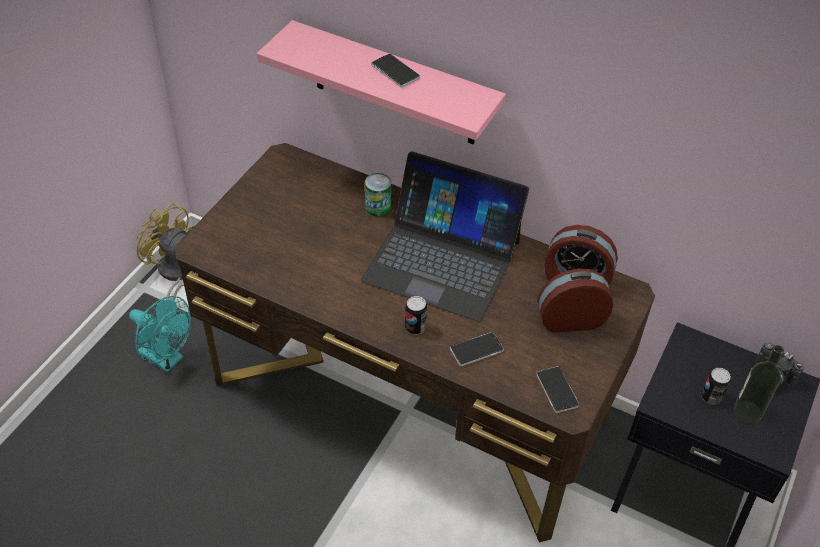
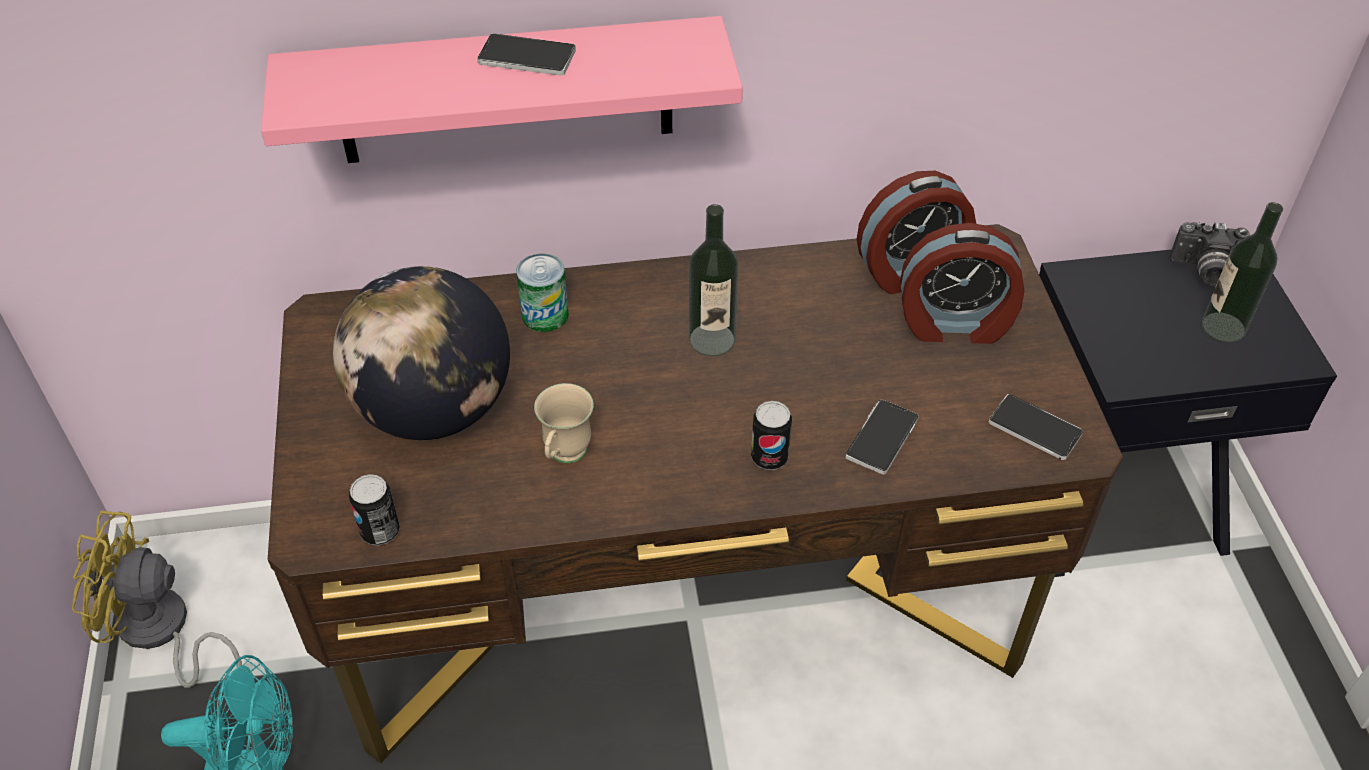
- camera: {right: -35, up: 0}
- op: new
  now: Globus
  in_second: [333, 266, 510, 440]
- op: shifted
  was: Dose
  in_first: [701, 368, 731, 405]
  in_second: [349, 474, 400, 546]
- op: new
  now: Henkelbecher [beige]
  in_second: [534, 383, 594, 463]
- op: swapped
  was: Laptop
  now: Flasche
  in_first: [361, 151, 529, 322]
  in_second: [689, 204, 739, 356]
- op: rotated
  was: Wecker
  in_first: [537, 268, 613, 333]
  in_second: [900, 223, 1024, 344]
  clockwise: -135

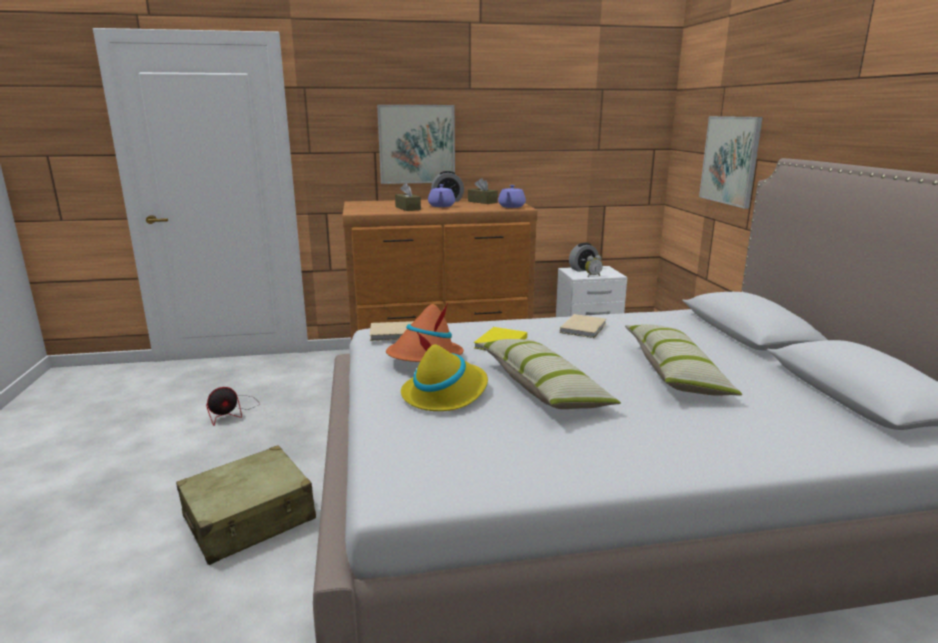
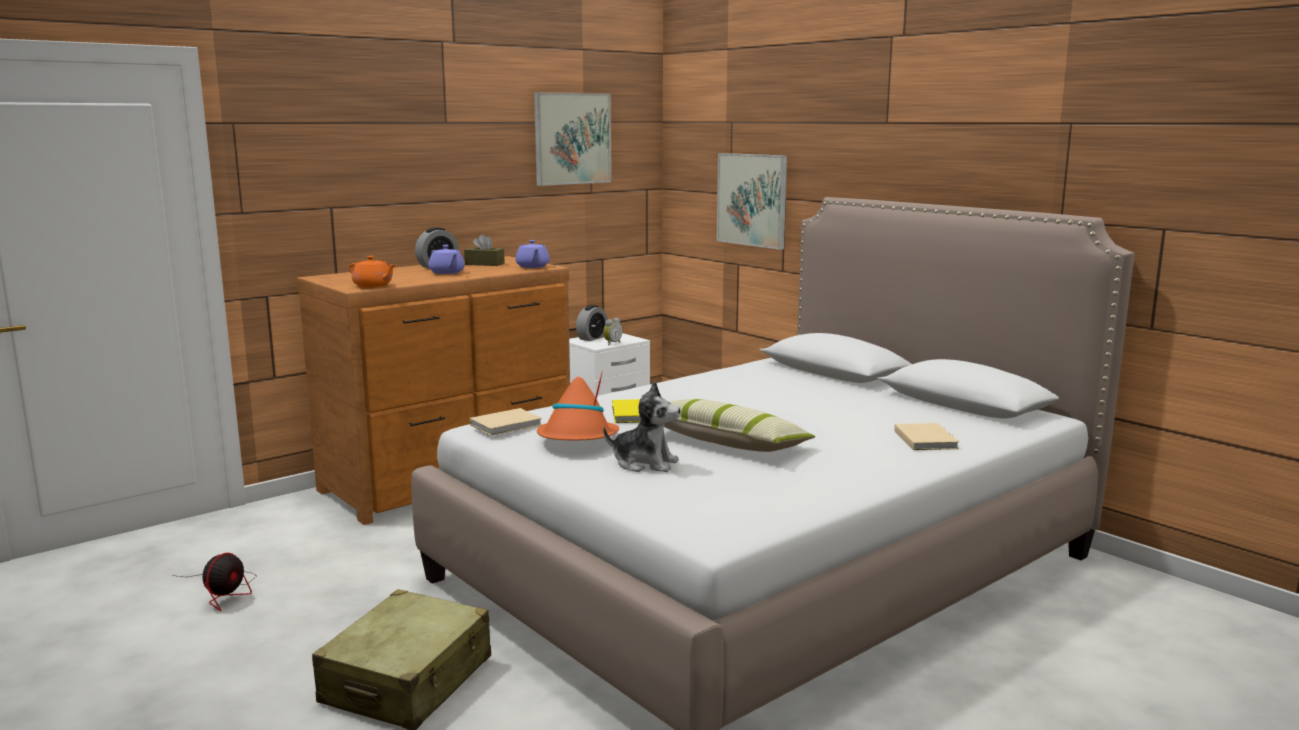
- camera: {right: -30, up: -5}
- op: new
  now: Teekanne [orange]
  in_second: [349, 256, 396, 288]
- op: shifted
  was: Bild
  in_first: [377, 105, 455, 184]
  in_second: [534, 92, 611, 186]
- op: swapped
  was: Hut [gelb]
  now: Plüschtier
  in_first: [401, 332, 488, 411]
  in_second: [603, 381, 681, 472]
- op: shifted
  was: Buch [beige]
  in_first: [560, 314, 607, 338]
  in_second: [894, 423, 959, 450]
- op: gone
  was: Taschentuchbox [braun]
  in_first: [395, 183, 421, 211]
- op: gone
  was: Kissen
  in_first: [625, 325, 742, 396]

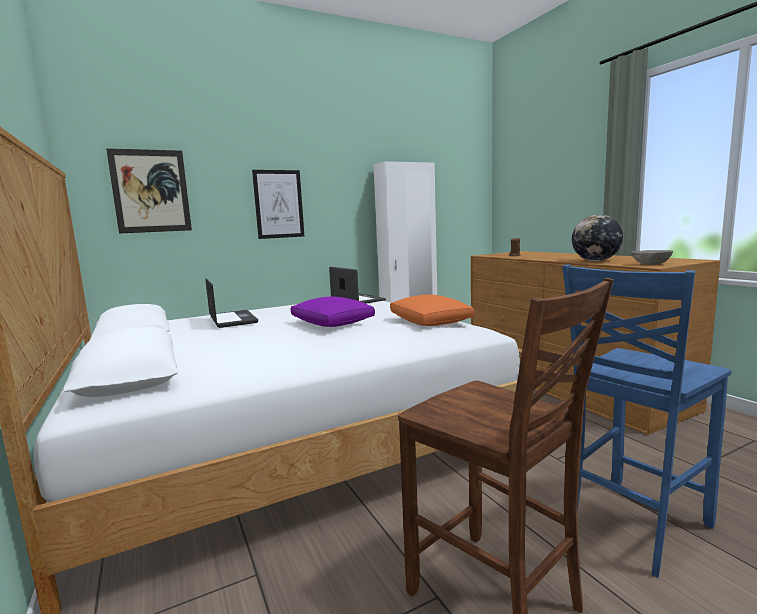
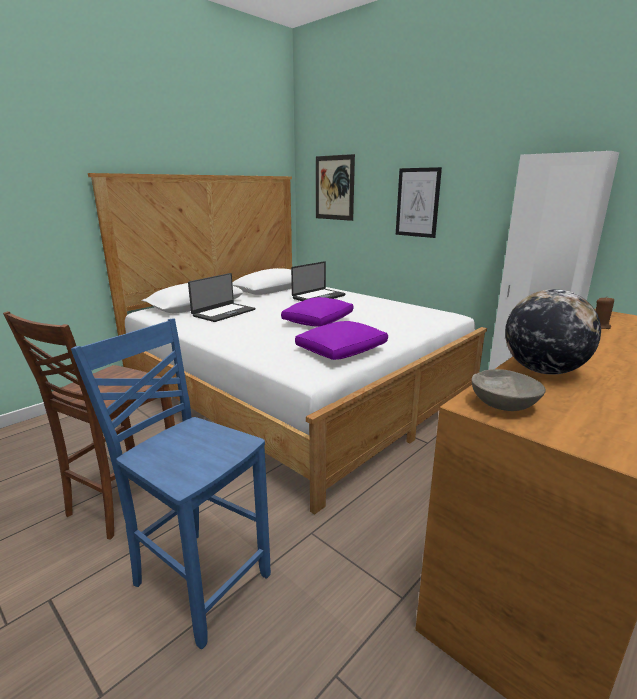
- camera: {right: 70, up: 10}
- op: shifted
  was: Laptop
  in_first: [329, 267, 386, 304]
  in_second: [188, 273, 255, 322]
- op: repainted
  was: Kissen [orange]
  now: Kissen [lila]
  in_first: [390, 295, 475, 326]
  in_second: [295, 321, 388, 360]

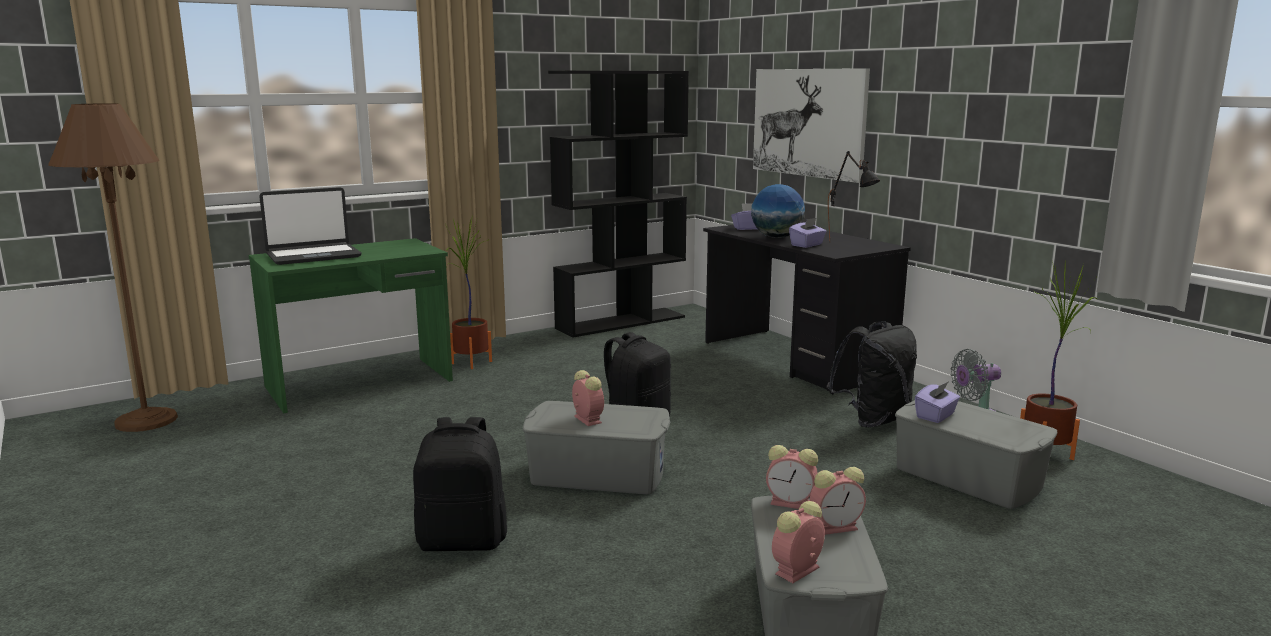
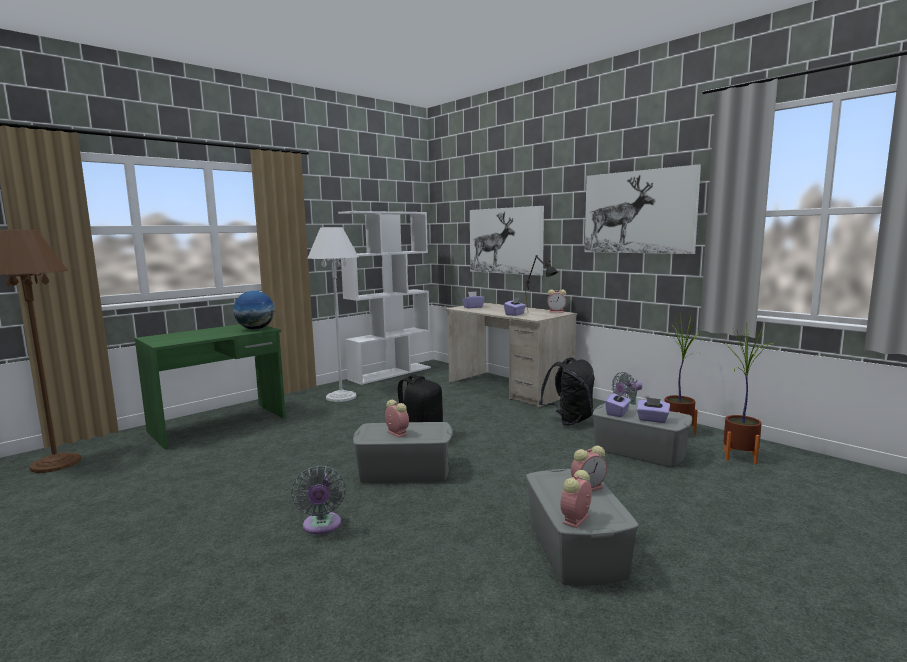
- camera: {right: -10, up: -5}
- op: shifted
  was: Globus
  in_first: [751, 184, 805, 238]
  in_second: [233, 291, 275, 330]
- op: swapped
  was: Rucksack [schwarz]
  now: Ventilator [grau]
  in_first: [413, 417, 507, 551]
  in_second: [291, 466, 346, 534]
- op: new
  now: Stehlampe [weiß]
  in_second: [307, 227, 359, 402]
- op: repainted
  was: Bücherregal [schwarz]
  now: Bücherregal [weiß]
  in_first: [548, 71, 689, 337]
  in_second: [338, 211, 431, 385]
- op: repainted
  was: Schreibtisch [schwarz]
  now: Schreibtisch [beige]
  in_first: [703, 225, 911, 395]
  in_second: [445, 303, 577, 408]
- op: shifted
  was: Wecker
  in_first: [766, 445, 818, 509]
  in_second: [547, 289, 566, 313]
- op: new
  now: Bild
  in_second: [585, 164, 701, 254]
- op: new
  now: Taschentuchbox [lila]
  in_second: [637, 397, 670, 423]
- op: shifted
  was: Topfpflanze
  in_first: [445, 219, 492, 369]
  in_second: [723, 324, 776, 465]
- op: gone
  was: Laptop
  in_first: [259, 187, 362, 265]

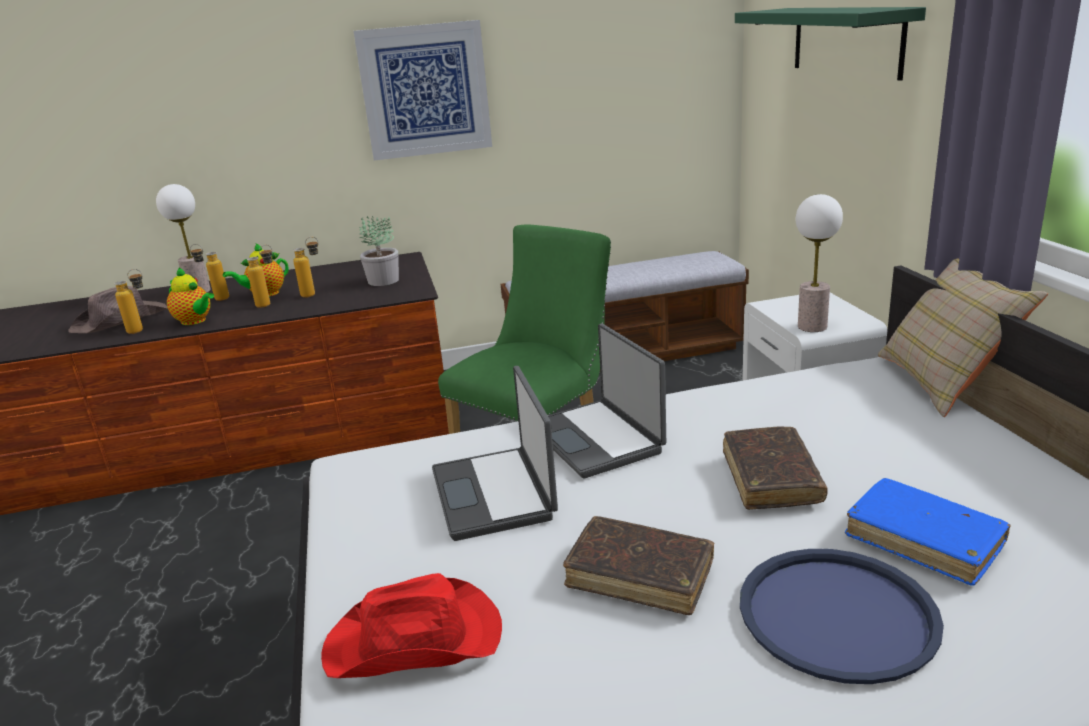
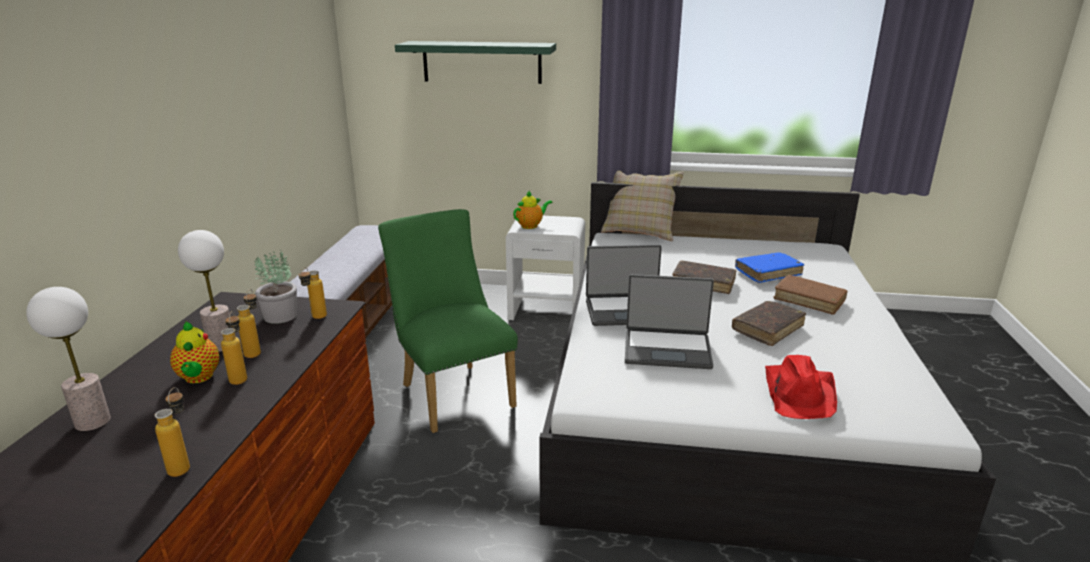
- camera: {right: -70, up: 0}
- op: shifted
  was: Tischlampe
  in_first: [796, 194, 843, 332]
  in_second: [178, 230, 230, 352]
- op: shifted
  was: Flasche
  in_first: [190, 244, 229, 301]
  in_second: [299, 267, 327, 319]
- op: shifted
  was: Teekanne
  in_first: [167, 267, 214, 325]
  in_second: [513, 191, 553, 229]
- op: swapped
  was: Tablett [blau]
  now: Buch [braun]
  in_first: [740, 549, 944, 684]
  in_second: [773, 275, 848, 315]
- op: gone
  was: Hut [braun]
  in_first: [68, 286, 168, 333]
- op: gone
  was: Bild
  in_first: [353, 20, 492, 161]

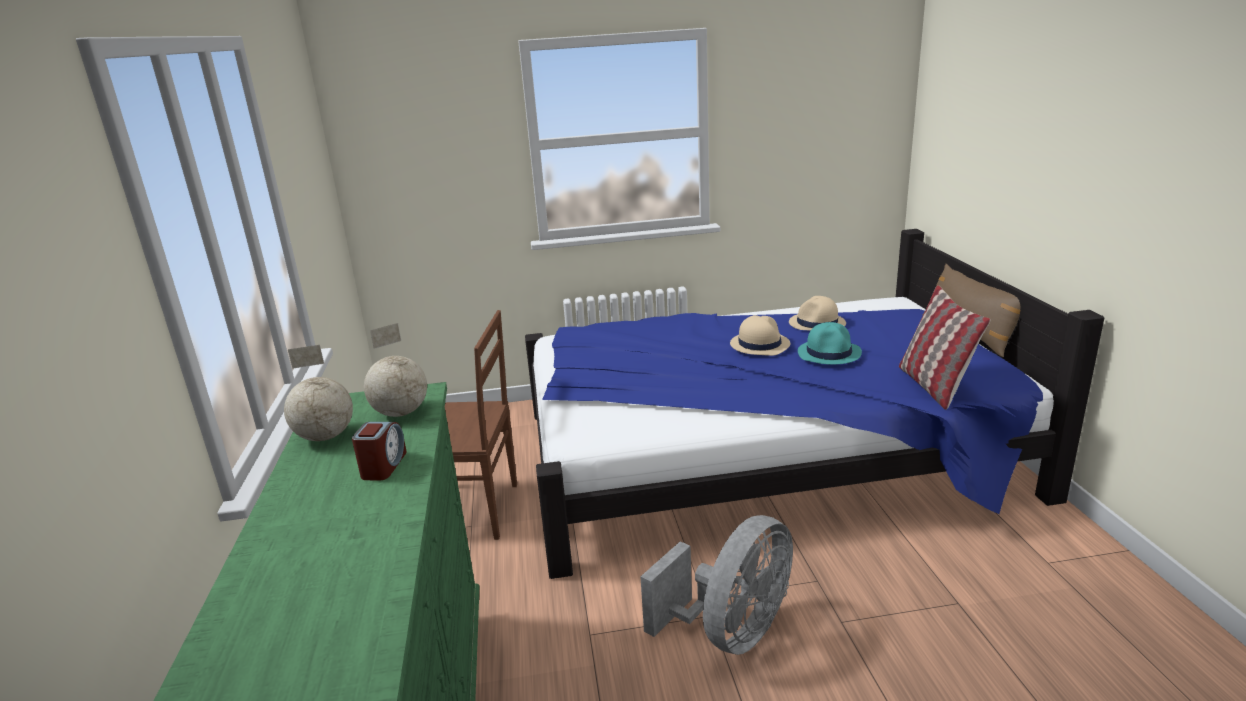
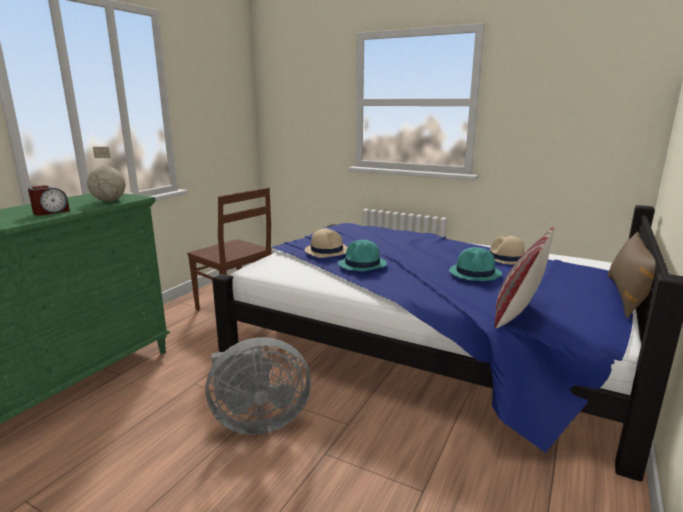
- camera: {right: 35, up: -5}
- op: shifted
  was: Hut [beige]
  in_first: [730, 315, 790, 356]
  in_second: [305, 228, 348, 258]
- op: new
  now: Hut [türkis]
  in_second: [338, 240, 387, 271]
- op: gone
  was: Globus
  in_first: [284, 345, 353, 441]

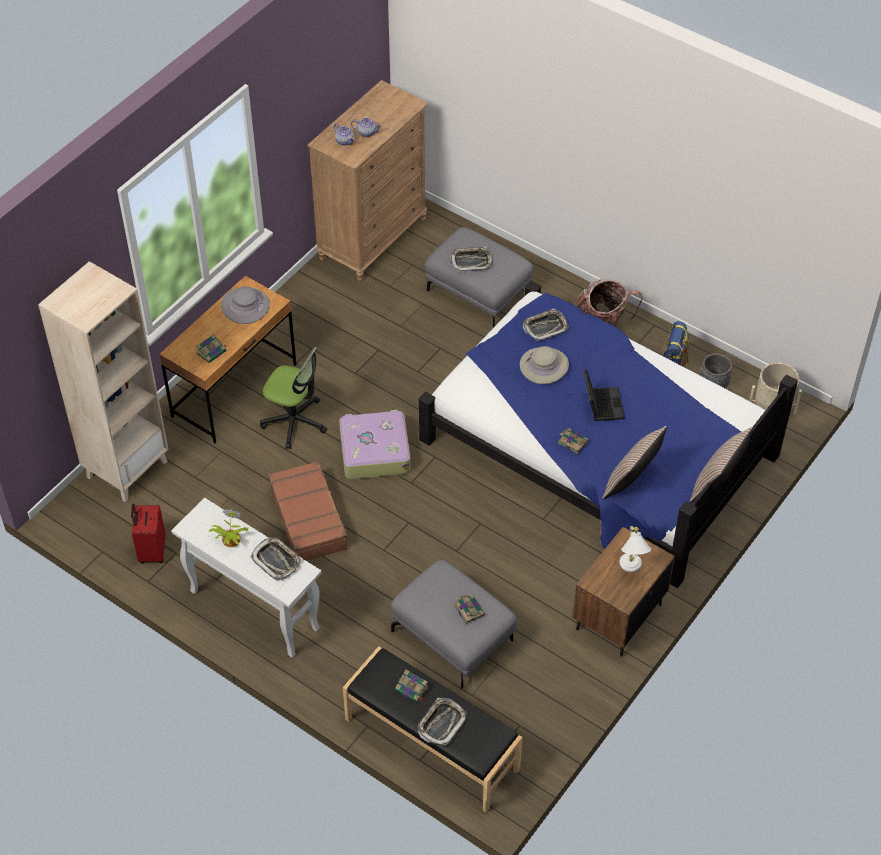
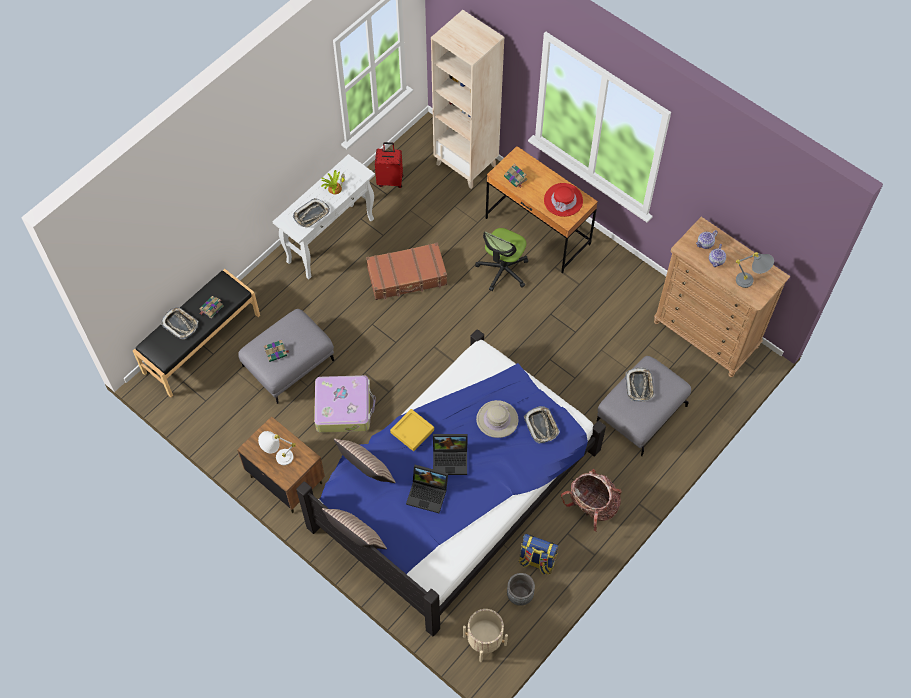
- camera: {right: 95, up: 10}
- op: shifted
  was: Koffer
  in_first: [339, 410, 411, 479]
  in_second: [314, 375, 376, 433]
- op: swapped
  was: Buch
  now: Tablett [gelb]
  in_first: [558, 428, 589, 454]
  in_second: [390, 409, 434, 451]
- op: new
  now: Laptop
  in_second: [406, 465, 448, 513]
- op: repainted
  was: Hut [grau]
  now: Hut [rot]
  in_first: [221, 286, 270, 324]
  in_second: [544, 183, 583, 217]
- op: new
  now: Tischlampe [grau]
  in_second: [736, 252, 774, 288]

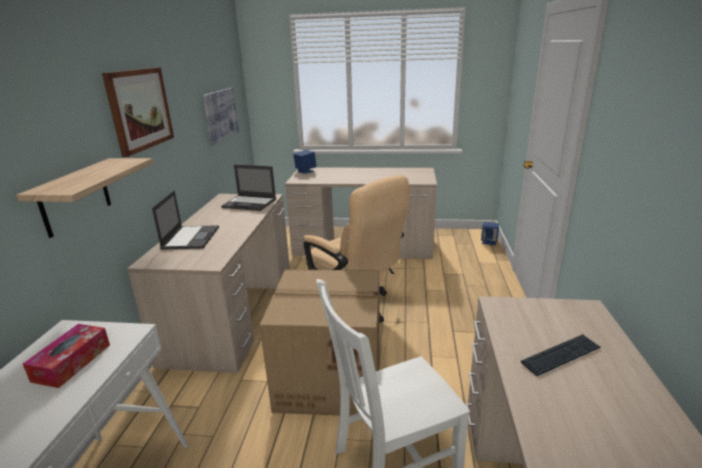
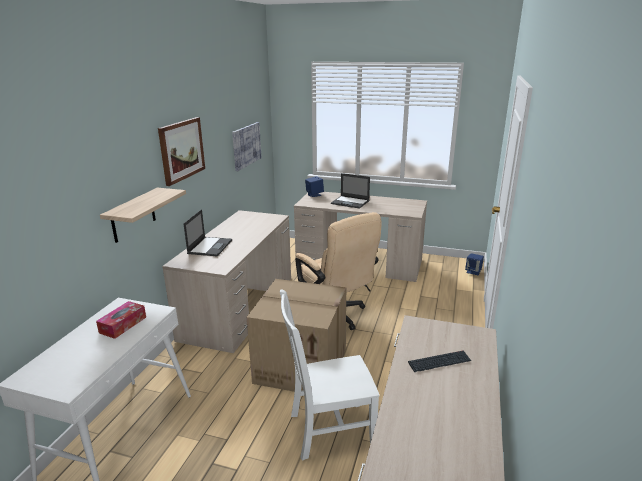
- camera: {right: 10, up: 0}
- op: shifted
  was: Laptop
  in_first: [221, 165, 276, 211]
  in_second: [331, 173, 370, 209]

